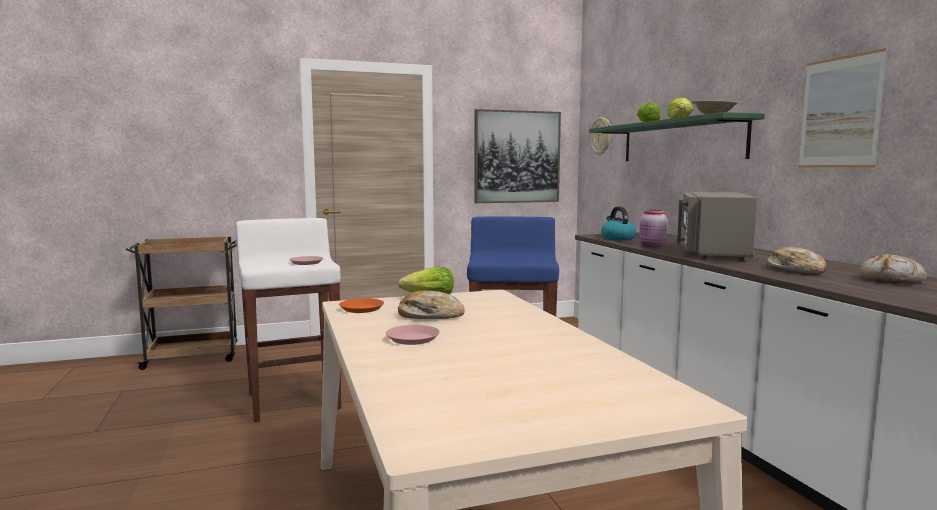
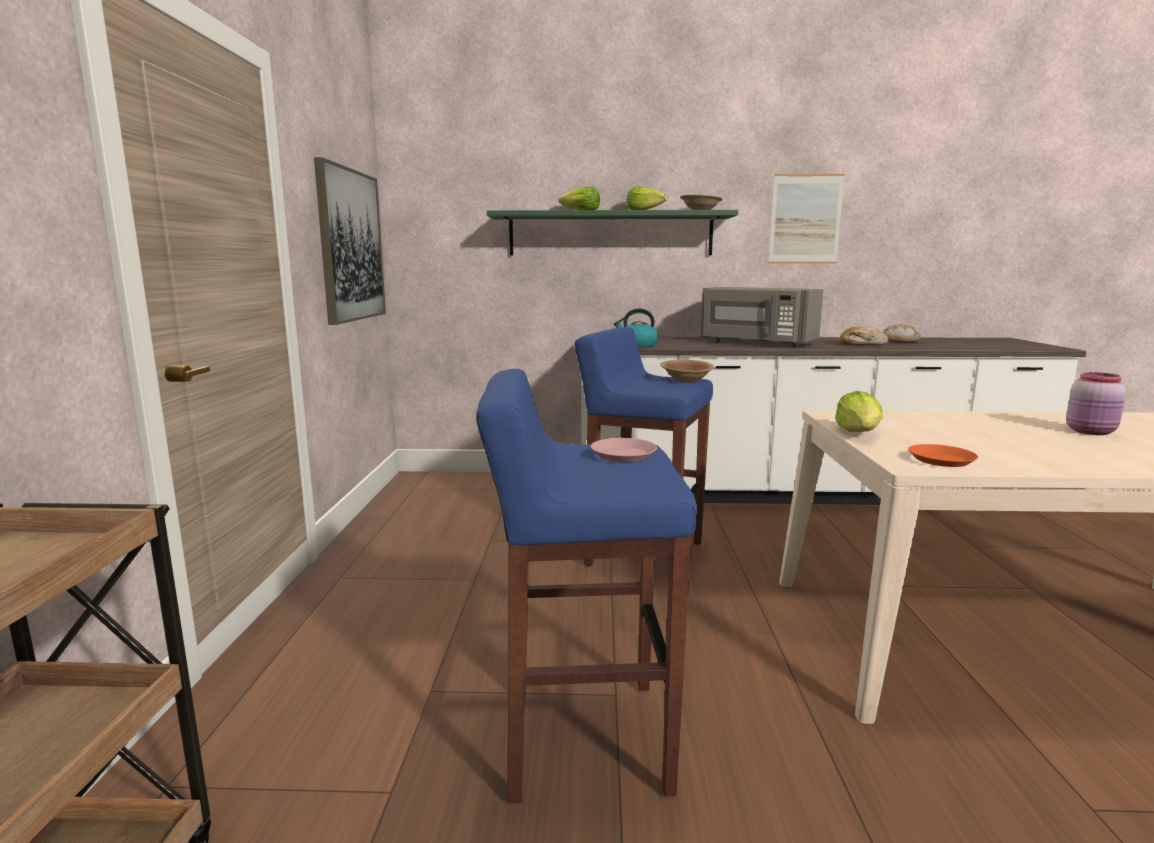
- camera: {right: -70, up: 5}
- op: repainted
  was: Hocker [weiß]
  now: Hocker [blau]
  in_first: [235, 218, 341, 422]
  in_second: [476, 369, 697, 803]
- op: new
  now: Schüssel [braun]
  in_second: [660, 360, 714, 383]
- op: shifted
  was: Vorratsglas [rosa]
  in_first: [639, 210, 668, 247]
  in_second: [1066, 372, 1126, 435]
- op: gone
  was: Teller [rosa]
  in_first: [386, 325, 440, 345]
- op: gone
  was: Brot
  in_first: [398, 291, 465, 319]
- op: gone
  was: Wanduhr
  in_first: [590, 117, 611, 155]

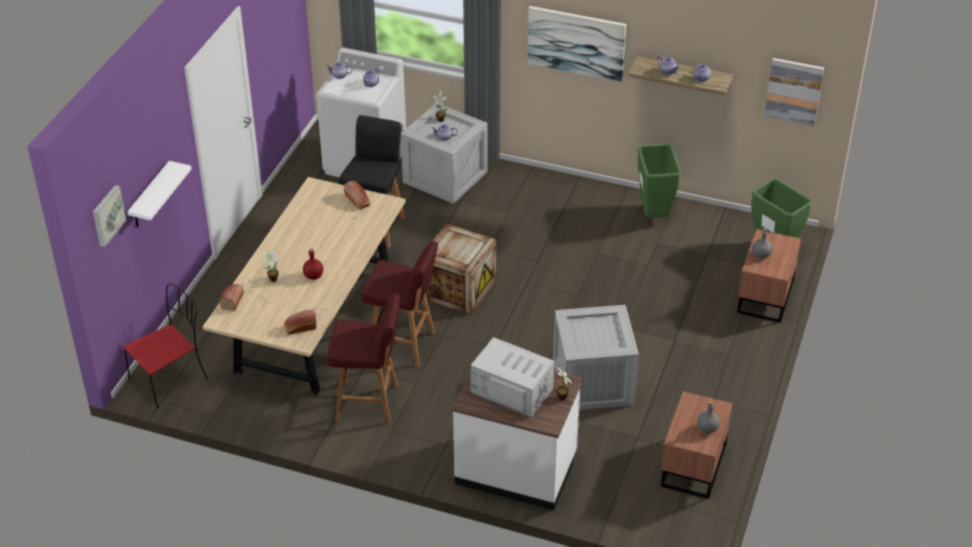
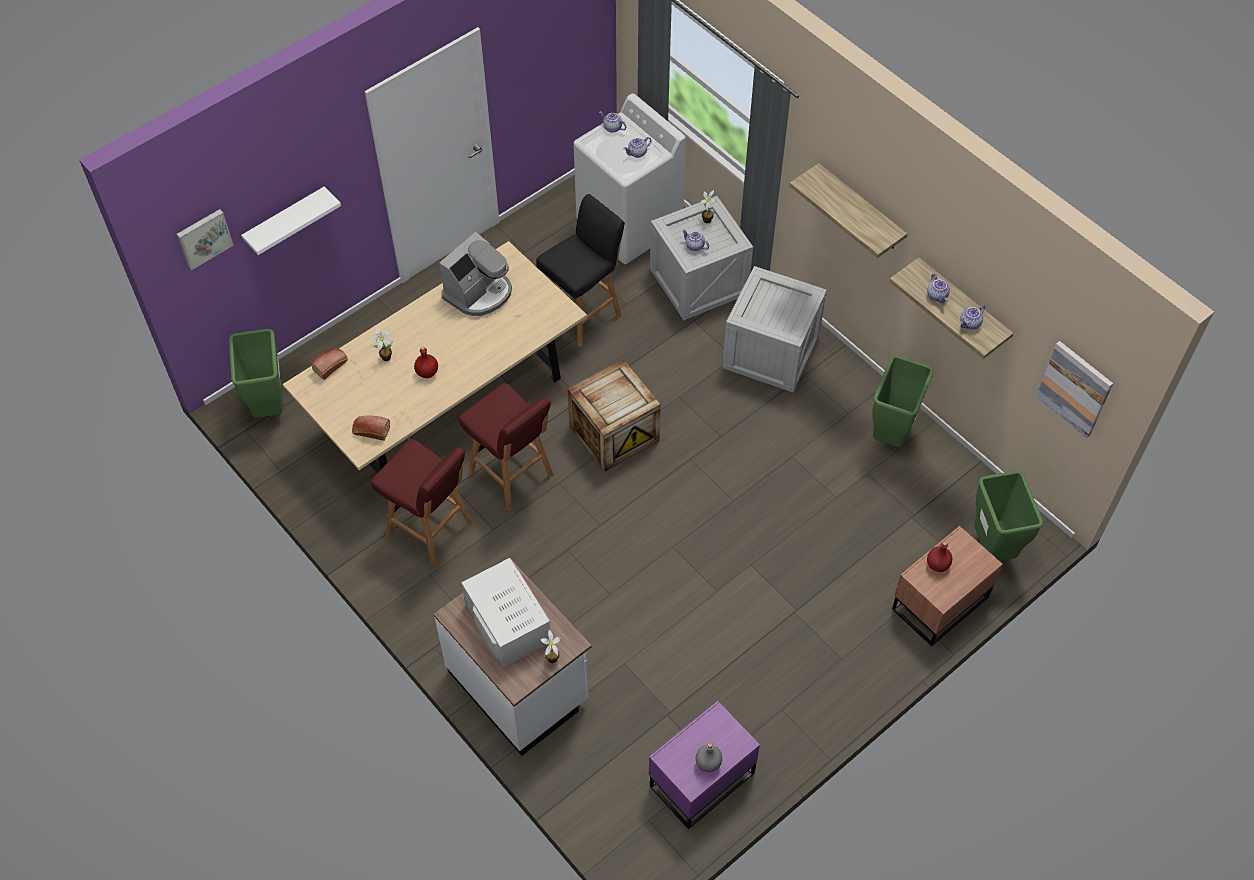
- camera: {right: 30, up: 15}
- op: swapped
  was: Stuhl [rot]
  now: Mülleimer [grün]
  in_first: [123, 283, 208, 408]
  in_second: [229, 329, 283, 418]
- op: new
  now: Kaffeemaschine
  in_second: [439, 232, 512, 316]
- op: repainted
  was: Nachttisch [braun]
  now: Nachttisch [lila]
  in_first: [661, 391, 732, 499]
  in_second: [649, 701, 760, 829]
- op: shifted
  was: Kiste
  in_first: [553, 305, 639, 410]
  in_second: [722, 266, 827, 392]
- op: swapped
  was: Bild
  now: Wandregal
  in_first: [528, 6, 626, 82]
  in_second: [789, 163, 907, 258]
- op: repainted
  was: Flasche [grau]
  now: Flasche [rot]
  in_first: [752, 228, 772, 259]
  in_second: [927, 541, 952, 572]
- op: gone
  was: Brot
  in_first: [344, 181, 370, 210]

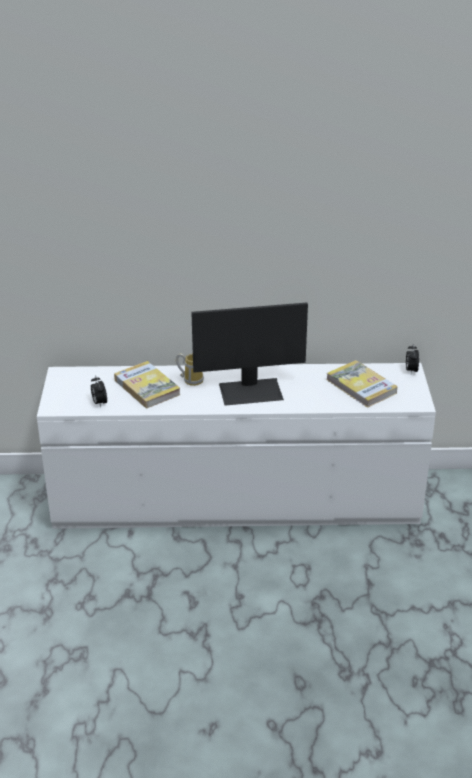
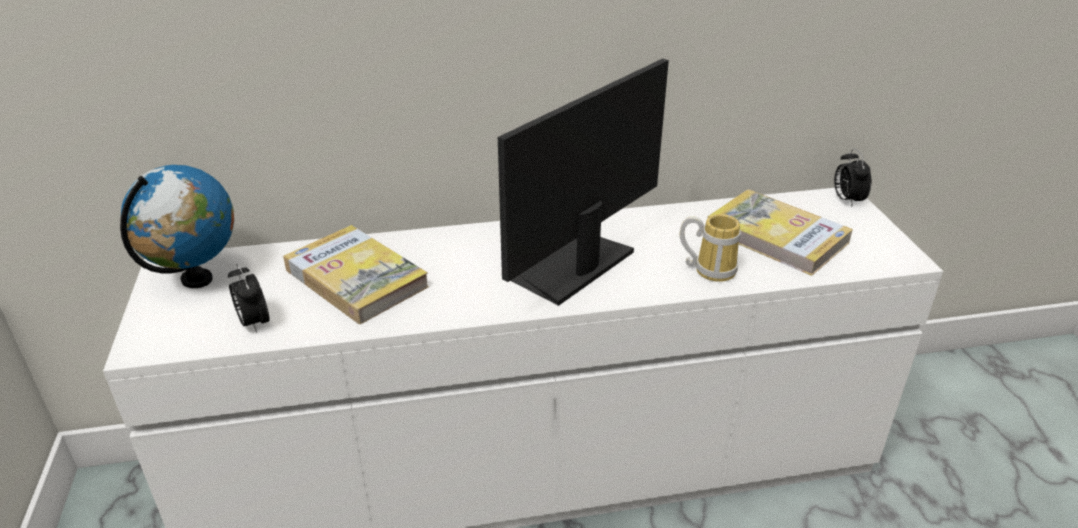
- camera: {right: -10, up: 0}
- op: new
  now: Globus
  in_second: [120, 165, 234, 288]
- op: rotated
  was: Monitor
  in_first: [191, 302, 308, 406]
  in_second: [498, 59, 669, 306]
  clockwise: 150
- op: shifted
  was: Henkelbecher
  in_first: [176, 353, 204, 386]
  in_second: [679, 214, 741, 282]

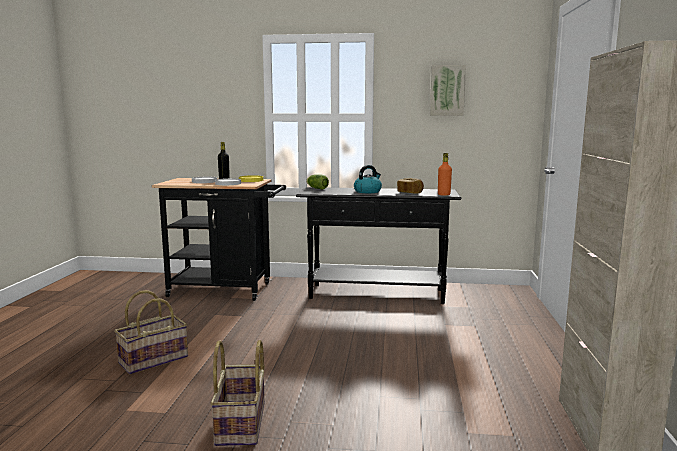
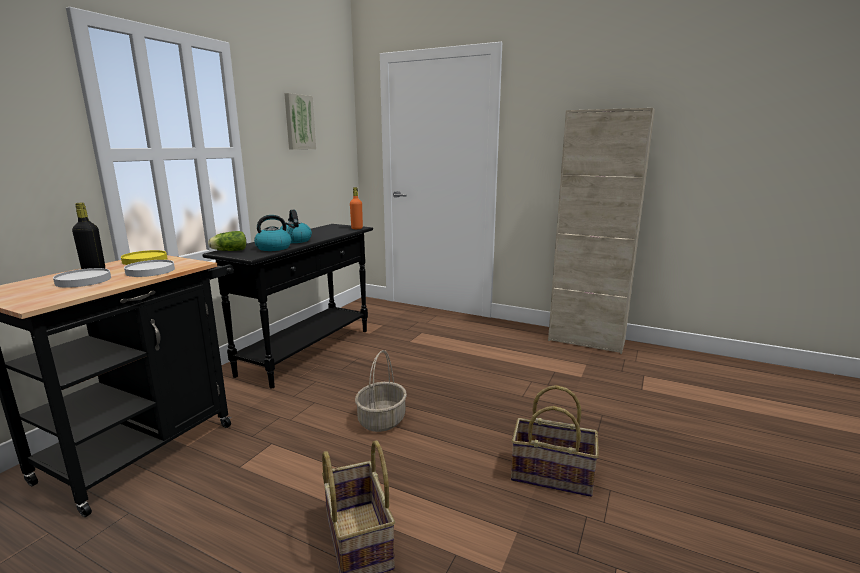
- camera: {right: -70, up: 5}
- op: new
  now: Wasserkessel
  in_second: [254, 215, 295, 251]
- op: new
  now: Korb
  in_second: [355, 350, 407, 432]
- op: gone
  was: Brot
  in_first: [397, 178, 424, 193]

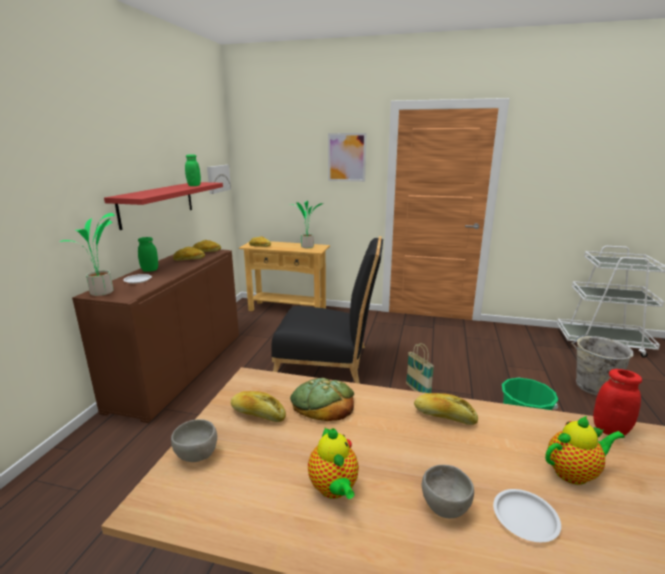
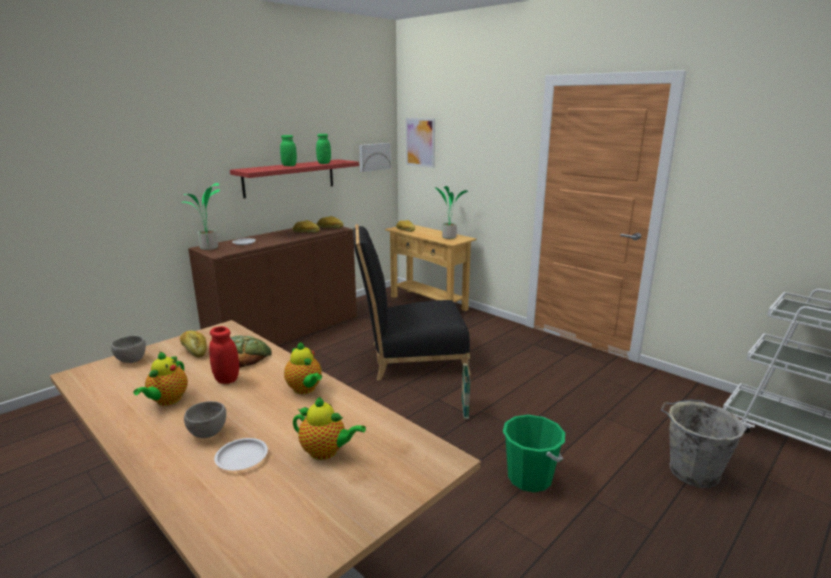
- camera: {right: 30, up: 0}
- op: shifted
  was: Vorratsglas [rot]
  in_first: [593, 369, 642, 436]
  in_second: [209, 326, 239, 384]
- op: shifted
  was: Vorratsglas [grün]
  in_first: [138, 237, 158, 272]
  in_second: [280, 135, 297, 166]
- op: swapped
  was: Brot
  now: Teekanne
  in_first: [414, 393, 478, 425]
  in_second: [284, 342, 322, 394]
- op: rotated
  was: Stuhl [schwarz]
  in_first: [271, 236, 383, 383]
  in_second: [354, 224, 471, 380]
  clockwise: 135
- op: shifted
  was: Bild
  in_first: [328, 133, 366, 182]
  in_second: [406, 118, 435, 168]

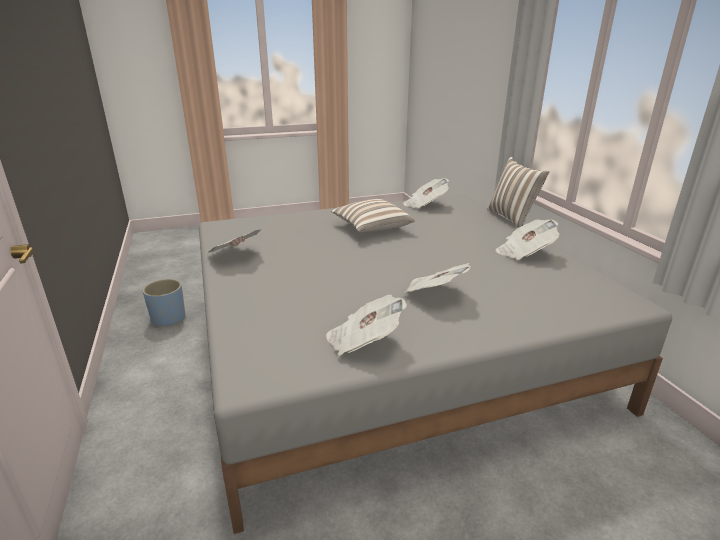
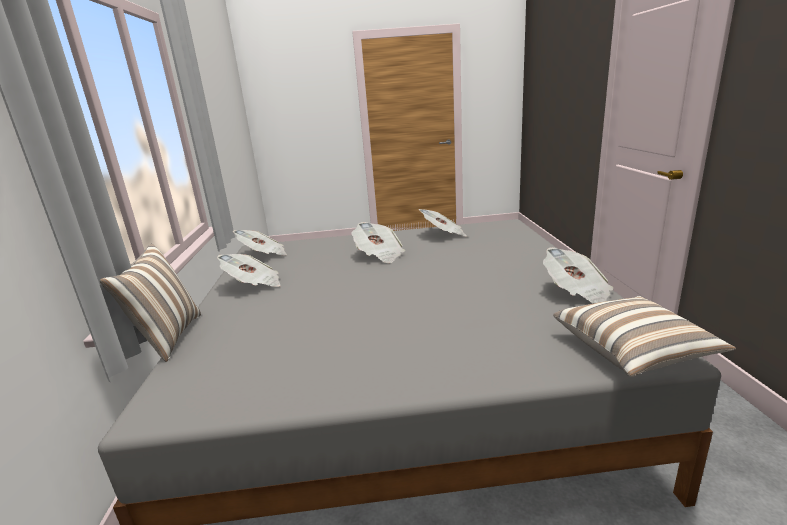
- camera: {right: -165, up: -5}
- op: shifted
  was: Zeitung
  in_first: [403, 178, 449, 209]
  in_second: [233, 230, 287, 255]
- op: shifted
  was: Kissen
  in_first: [331, 199, 415, 232]
  in_second: [553, 296, 736, 377]
- op: gone
  was: Pflanzkübel [blau]
  in_first: [142, 279, 185, 327]

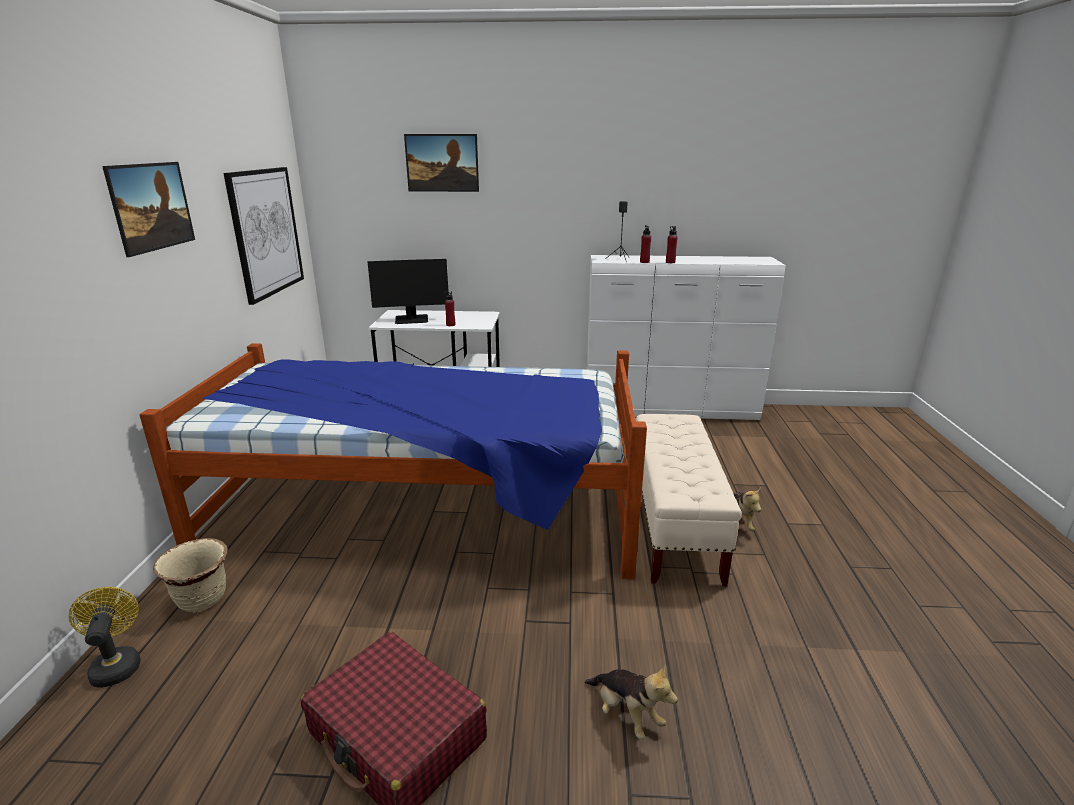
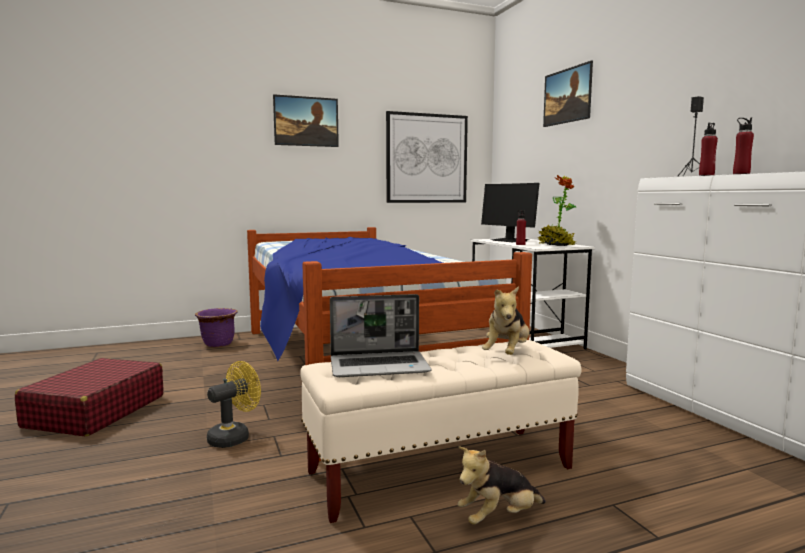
- camera: {right: 65, up: -15}
- op: repainted
  was: Pflanzkübel [beige]
  now: Pflanzkübel [lila]
  in_first: [153, 538, 228, 612]
  in_second: [195, 308, 238, 347]
- op: shifted
  was: Ventilator [gelb]
  in_first: [69, 587, 141, 688]
  in_second: [207, 361, 261, 448]
- op: new
  now: Laptop
  in_second: [330, 294, 432, 377]
- op: shifted
  was: Plüschtier
  in_first: [584, 665, 678, 739]
  in_second: [482, 286, 529, 355]
- op: new
  now: Topfpflanze
  in_second: [538, 175, 576, 246]

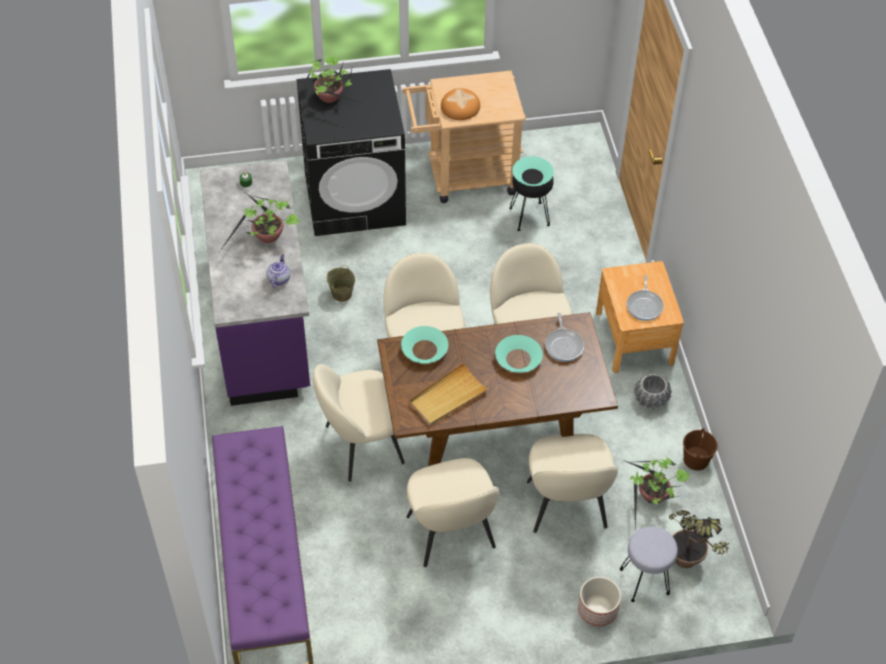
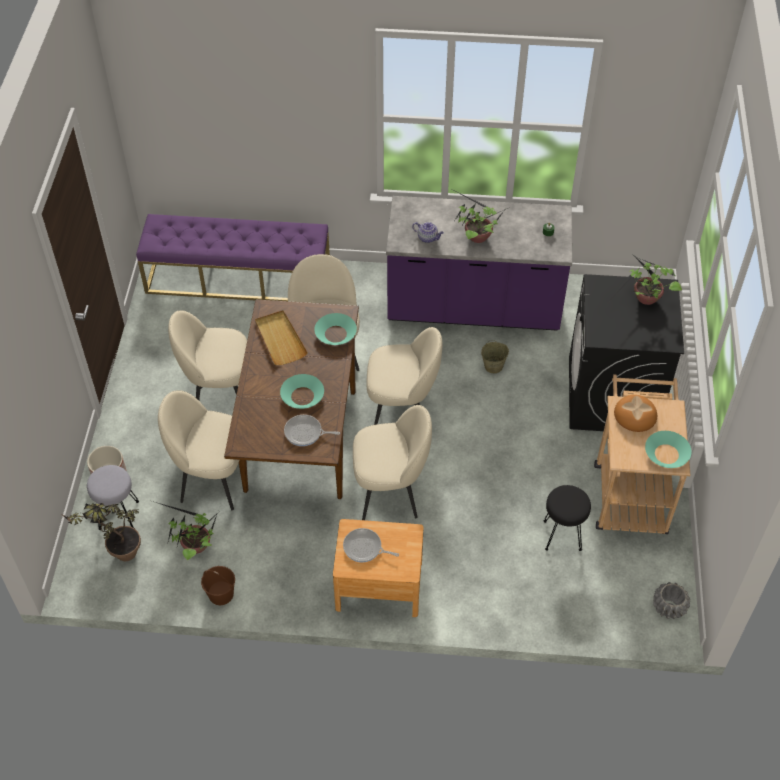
- camera: {right: 105, up: 0}
- op: shifted
  was: Schüssel [türkis]
  in_first: [512, 156, 554, 186]
  in_second: [645, 431, 691, 468]
- op: shifted
  was: Pflanzkübel [grau]
  in_first: [634, 373, 671, 409]
  in_second: [653, 582, 690, 619]

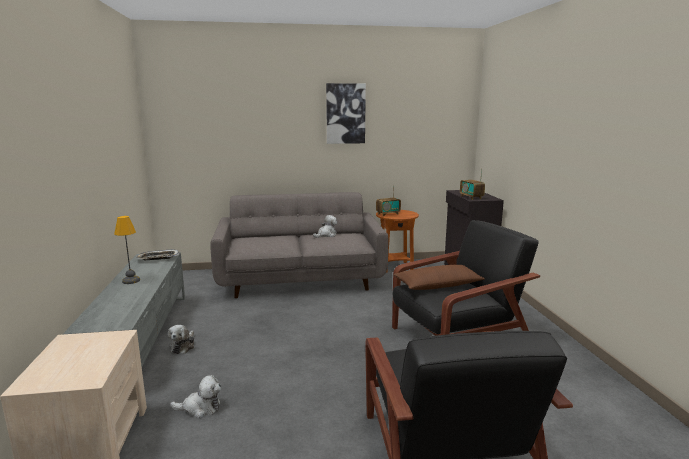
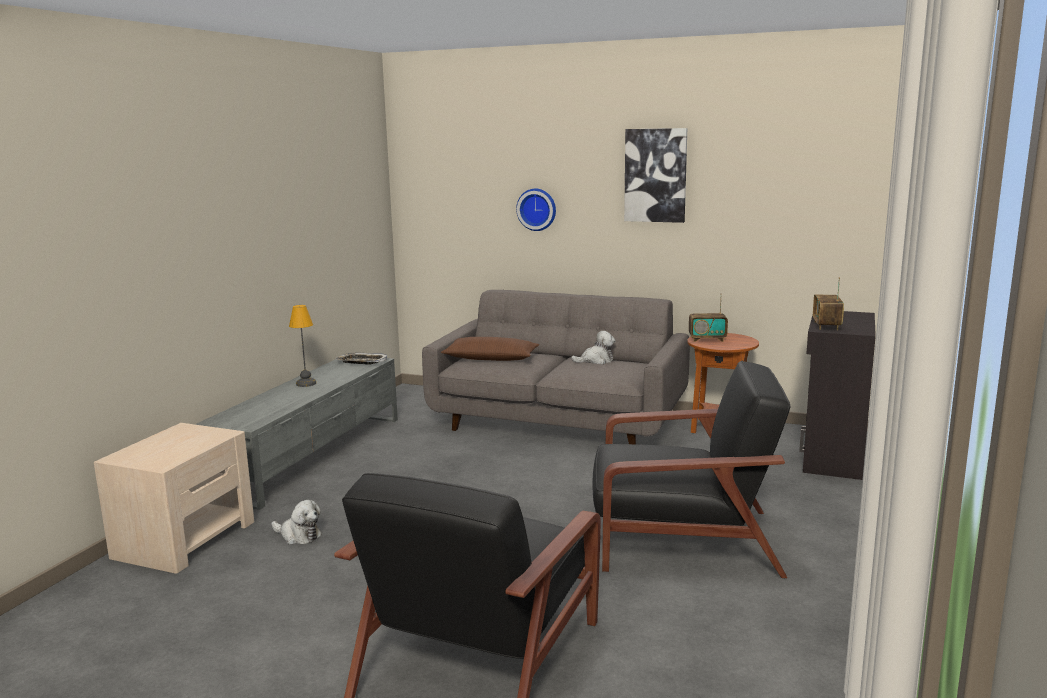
- camera: {right: 30, up: 0}
- op: shifted
  was: Kissen [braun]
  in_first: [393, 265, 485, 290]
  in_second: [441, 337, 539, 361]
- op: new
  now: Wanduhr
  in_second: [516, 189, 556, 231]
- op: gone
  was: Plüschtier
  in_first: [168, 325, 194, 354]

